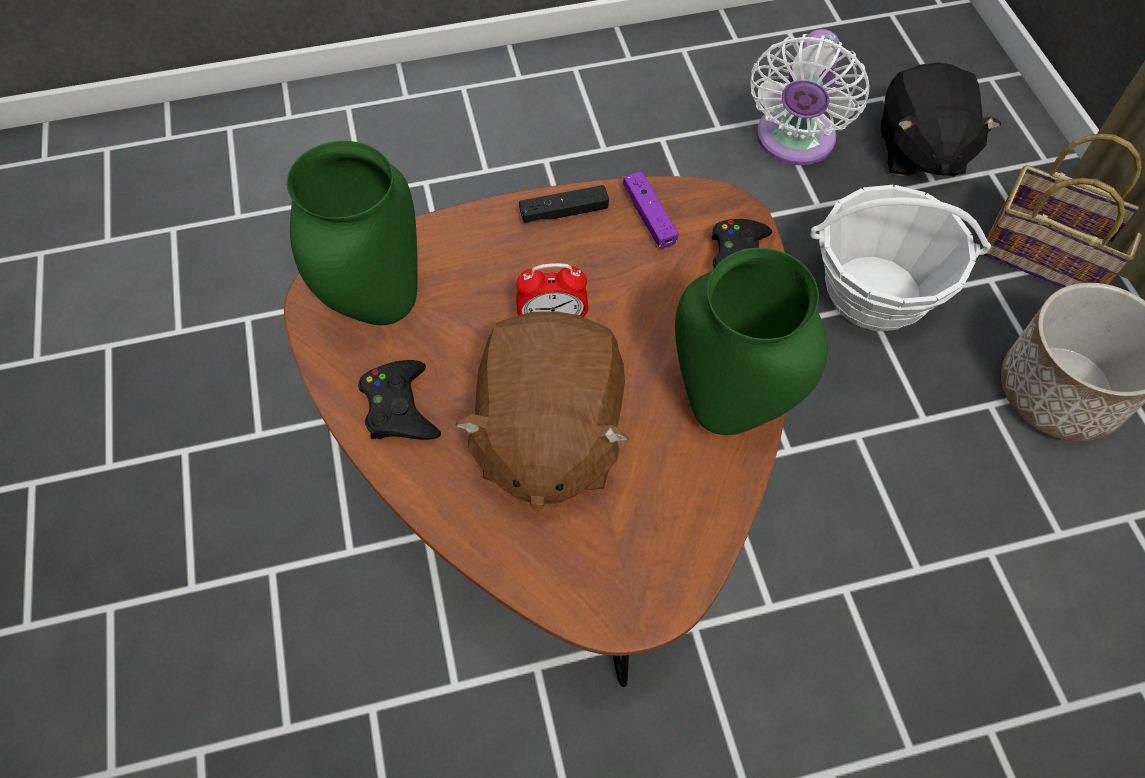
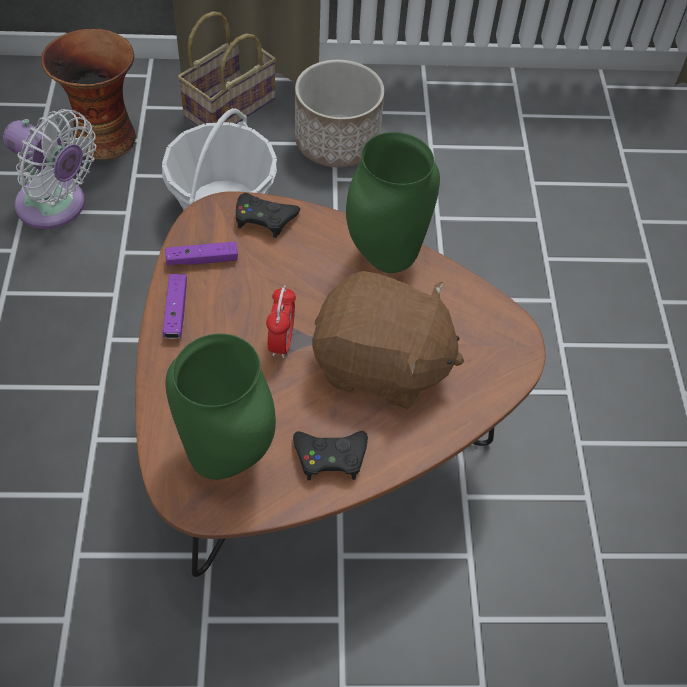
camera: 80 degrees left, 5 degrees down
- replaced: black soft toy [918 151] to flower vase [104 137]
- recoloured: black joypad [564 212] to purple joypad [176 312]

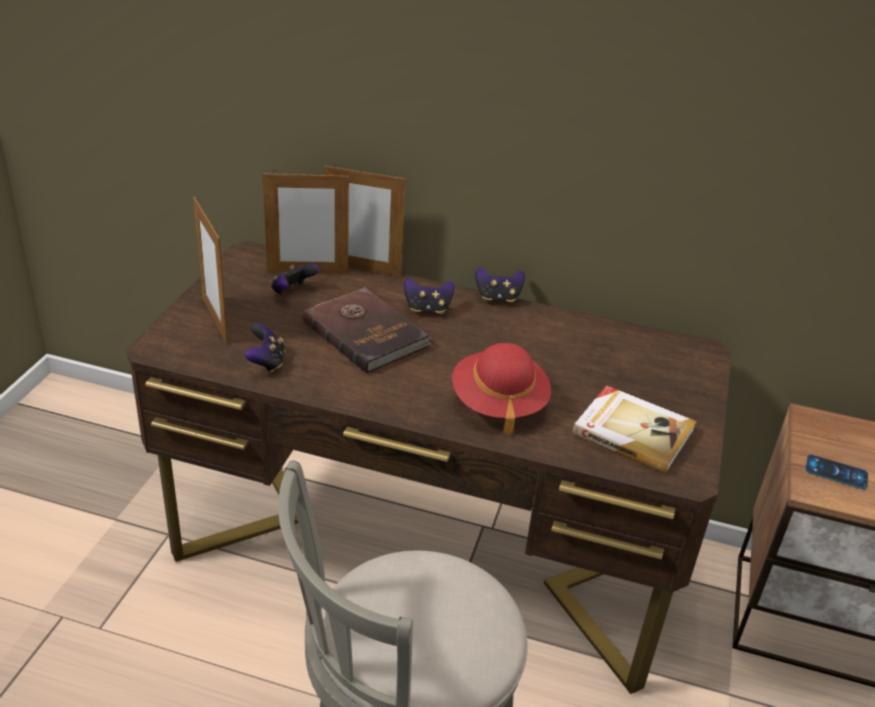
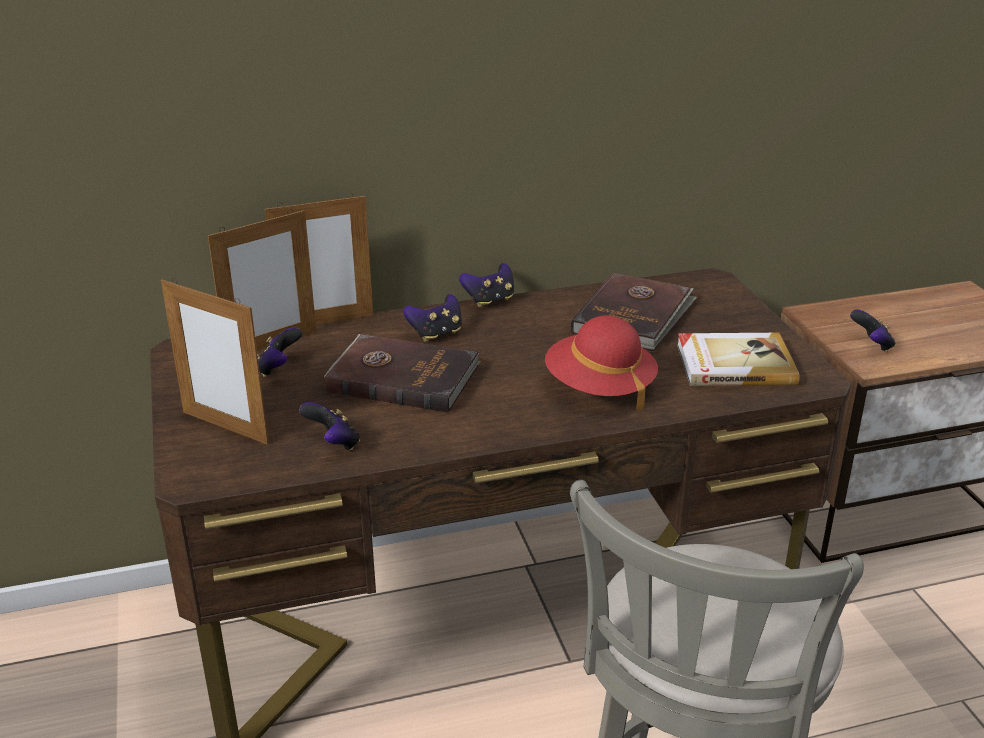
camera: 30 degrees left, 5 degrees down
- added: brown-coloured volume [634 316]
- replaced: handset [836 472] to joypad [871 345]

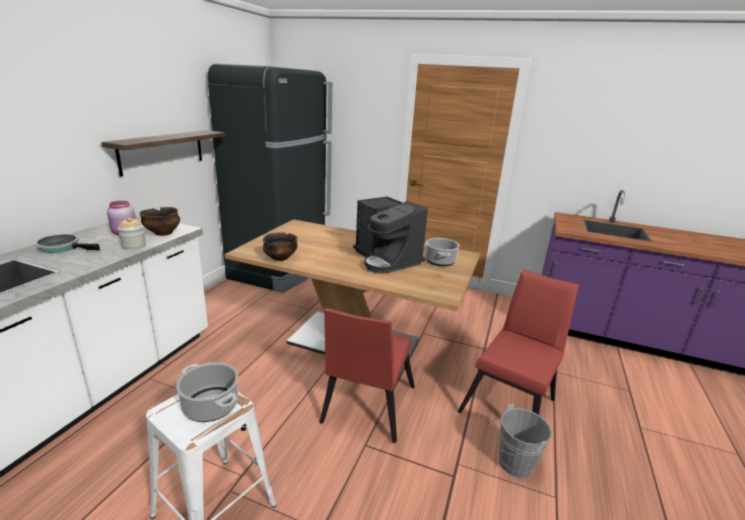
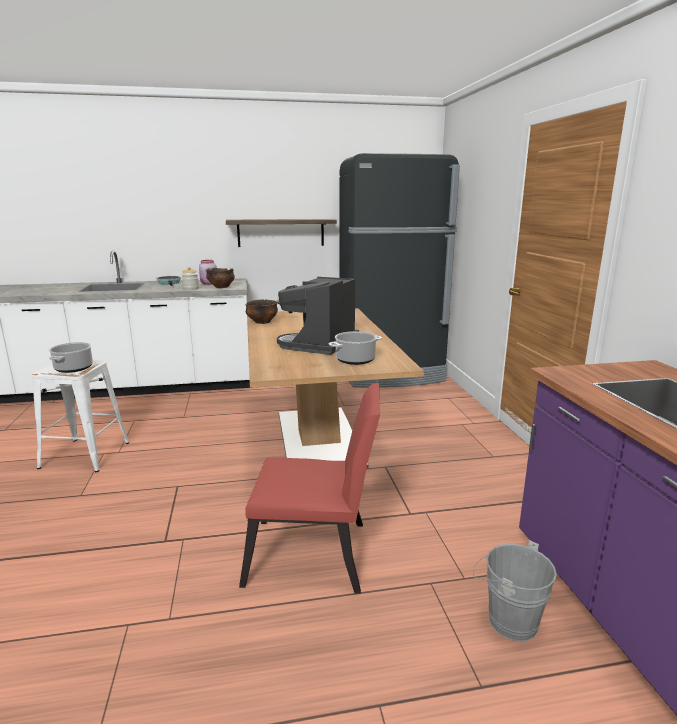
camera: 60 degrees right, 5 degrees down
- moved: gray bucket [512 464] to [507 619]
- removed: red chair [366 408]

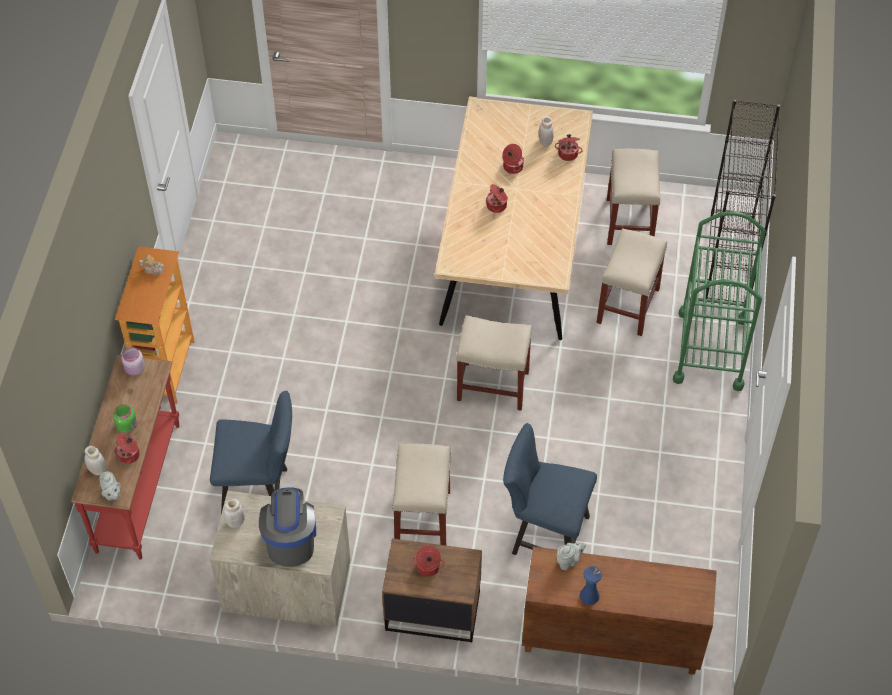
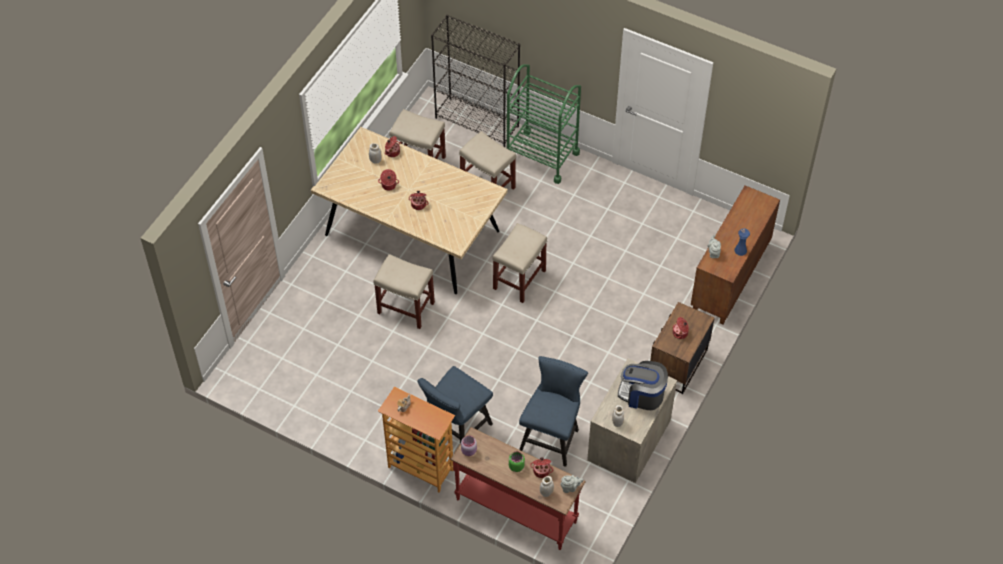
camera: 70 degrees left, 0 degrees up
- moved: beige stool seat [422 517] to [405 308]
- moved: blue-coloured chair [544 534] to [456 429]

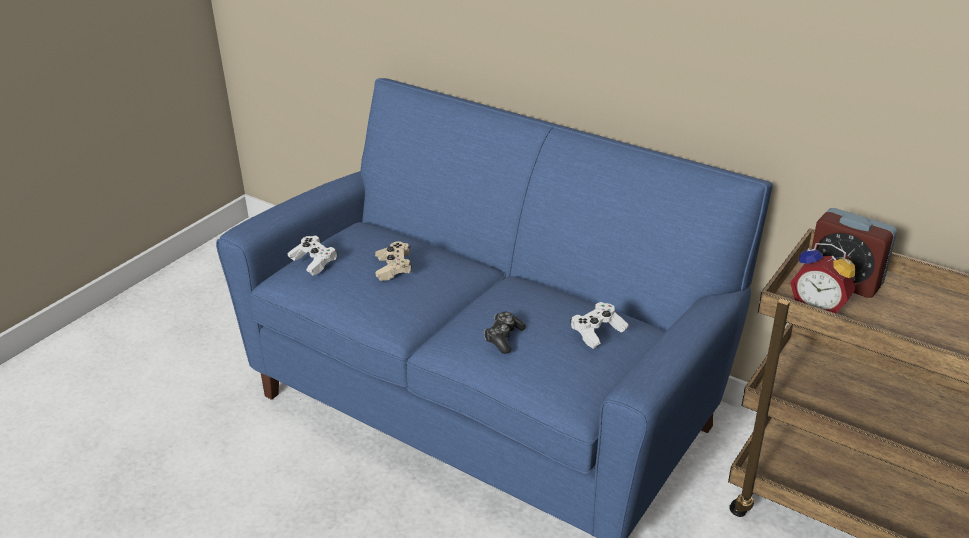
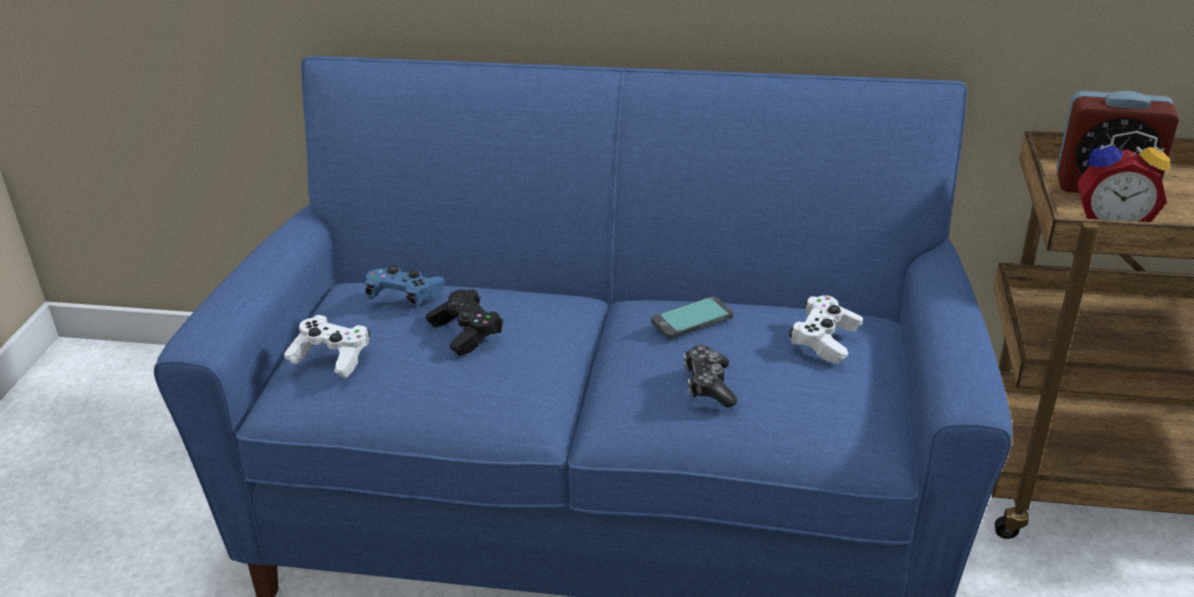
camera: 25 degrees left, 0 degrees up
- added: blue-coloured joypad [405 297]
- recoloured: beige joypad [393 268] to black joypad [465 333]
- added: handset [692 319]

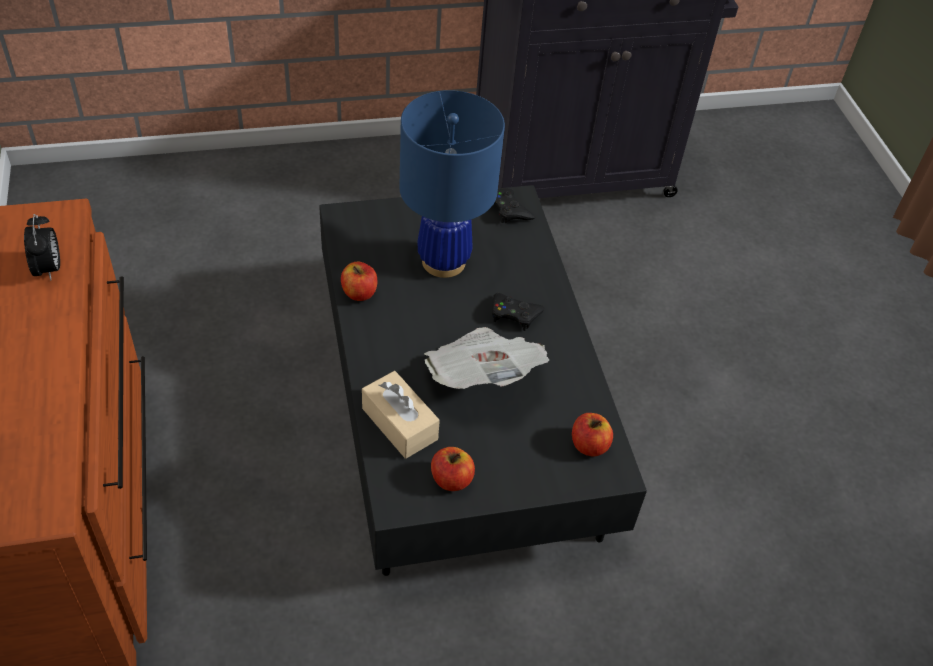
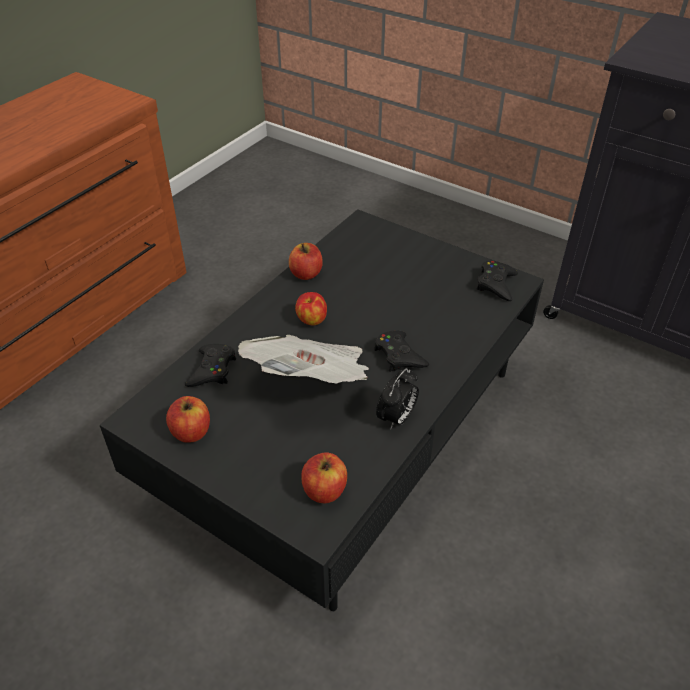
camera: 50 degrees right, 5 degrees down
- replaced: beige tissue holder [399 424] to black joypad [212 370]
- added: apple [311 320]
- moved: table clock [49 269] to [396 418]
- removed: blue-coloured table lamp [444 262]

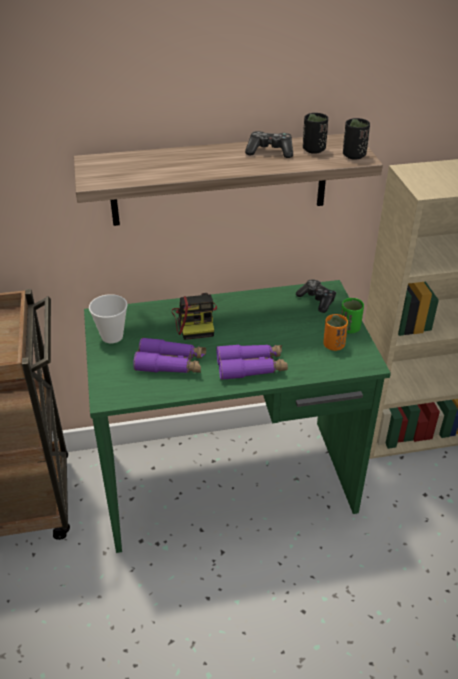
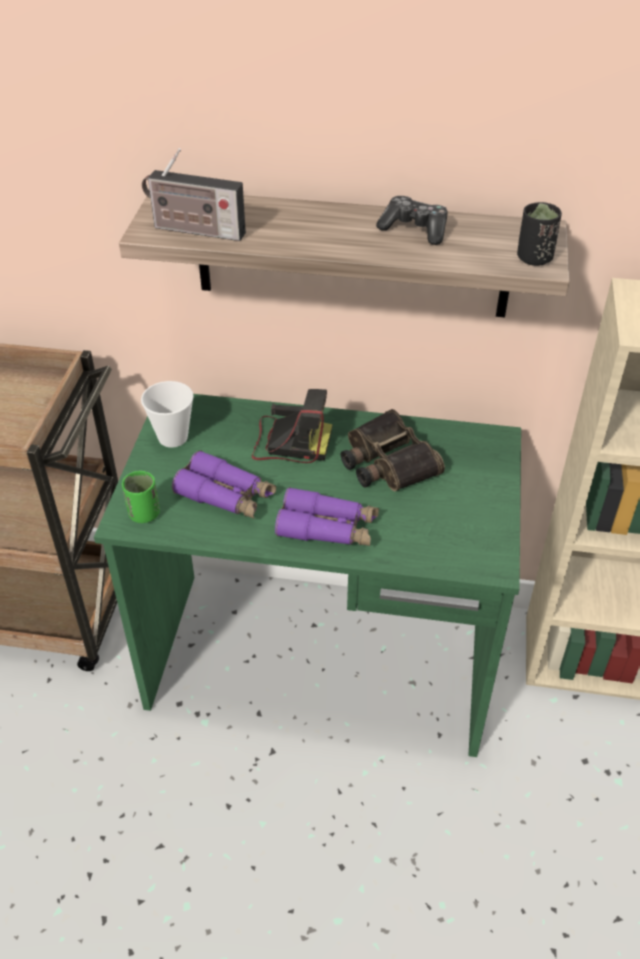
camera: 20 degrees right, 5 degrees up
- moved: greenish small cup [349 328] to [144 514]
- added: radio set [194 230]
- turned: still camera [196 321] = [289 442] 90 degrees counterclockwise
- added: pair of binoculars [386 462]
- removed: joypad [317 300]
- removed: black small cup [313 149]
- removed: orangey small cup [333 345]

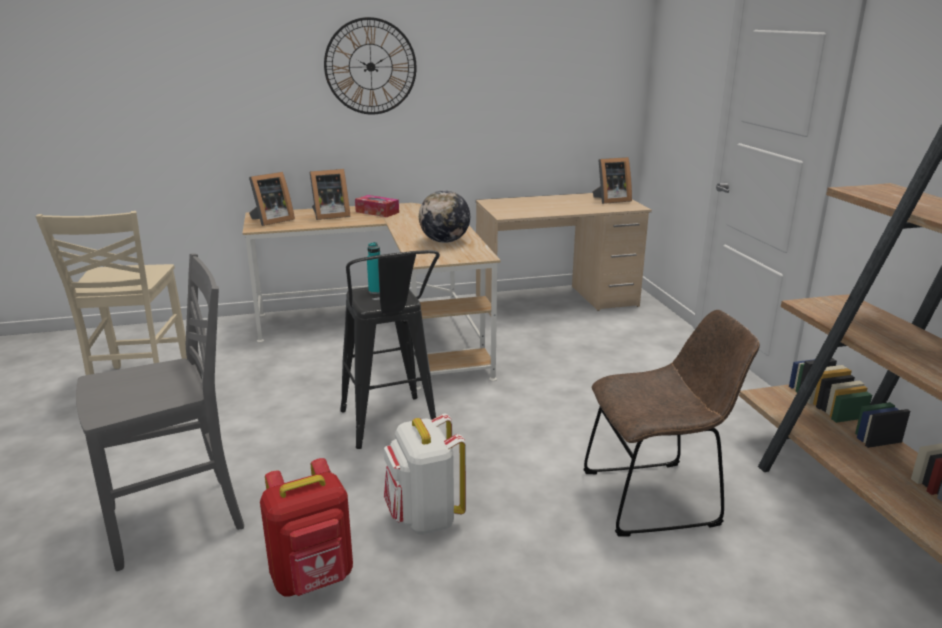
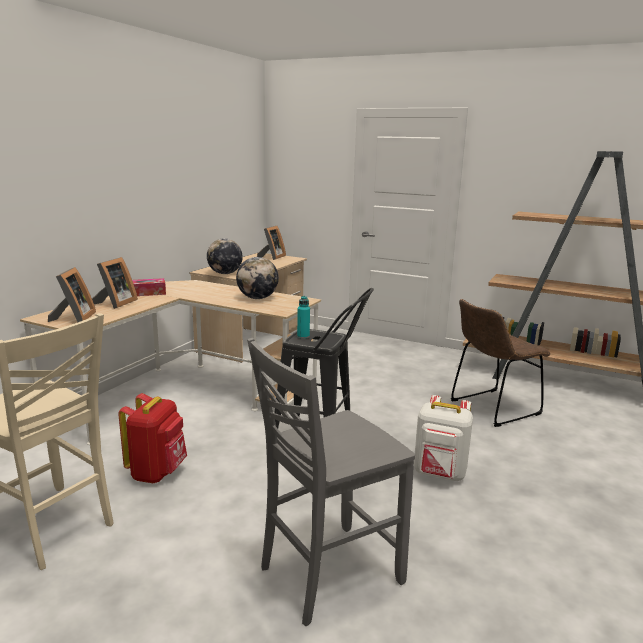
camera: 50 degrees left, 5 degrees down
- moved: red knapsack [313 579] to [157 472]
- added: world globe [225 273]
- turned: gray chair [178 520] = [327 573] 135 degrees counterclockwise
- turned: brown-coloured chair [657 497] = [491 408] 150 degrees counterclockwise
- removed: wall clock [370 67]

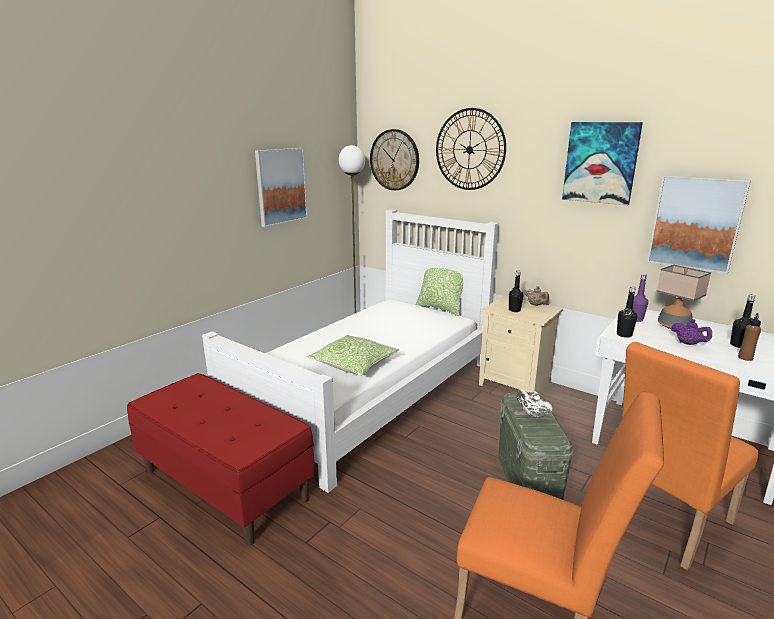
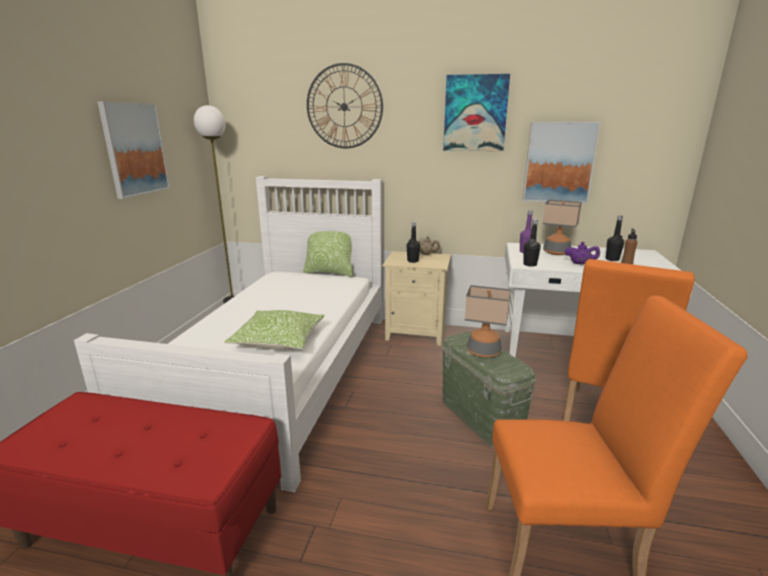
camera: 25 degrees left, 0 degrees up
- replaced: whitish tea pot [532 415] to table lamp [483 351]
- removed: wall clock [394 160]

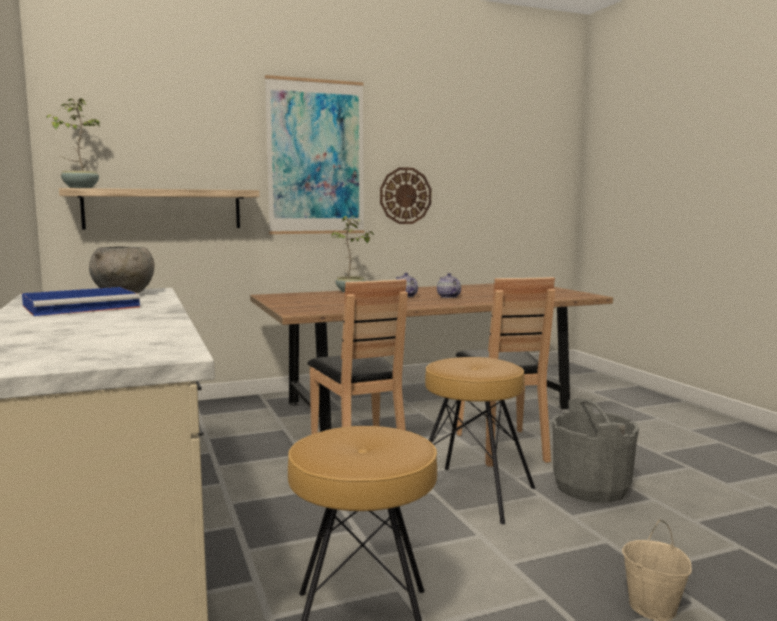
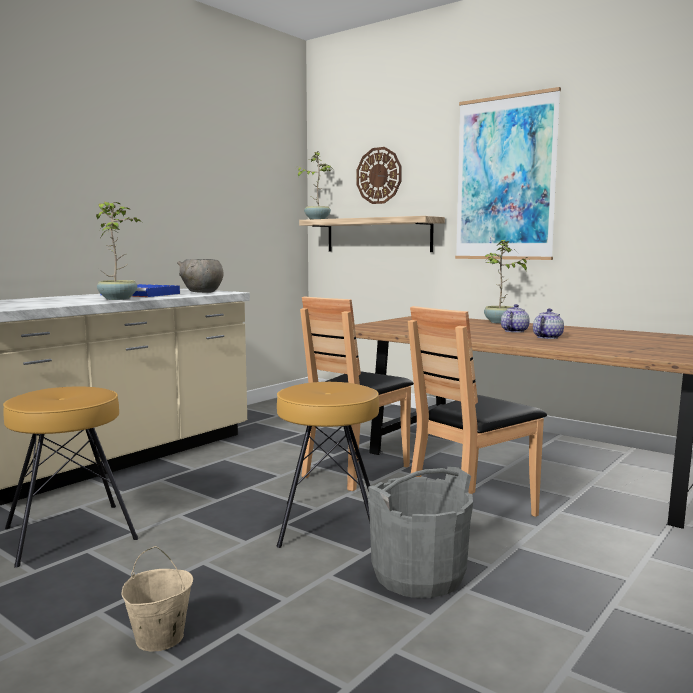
camera: 60 degrees right, 0 degrees up
- added: plant in a pot [118 299]
- moved: wall clock [405 196] to [379 175]

